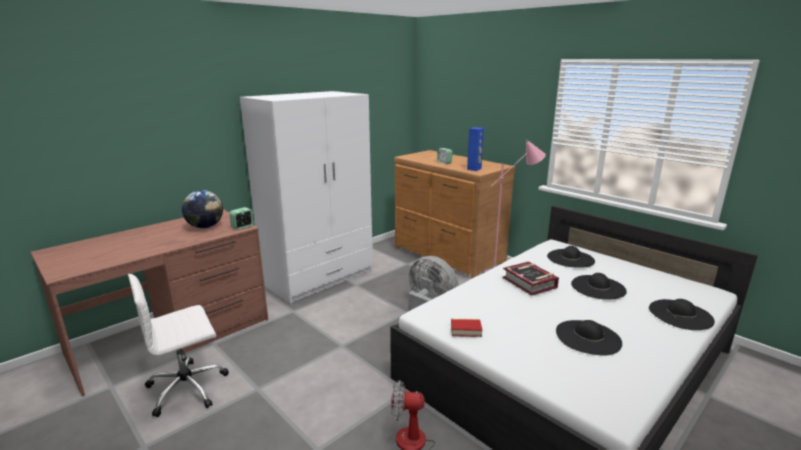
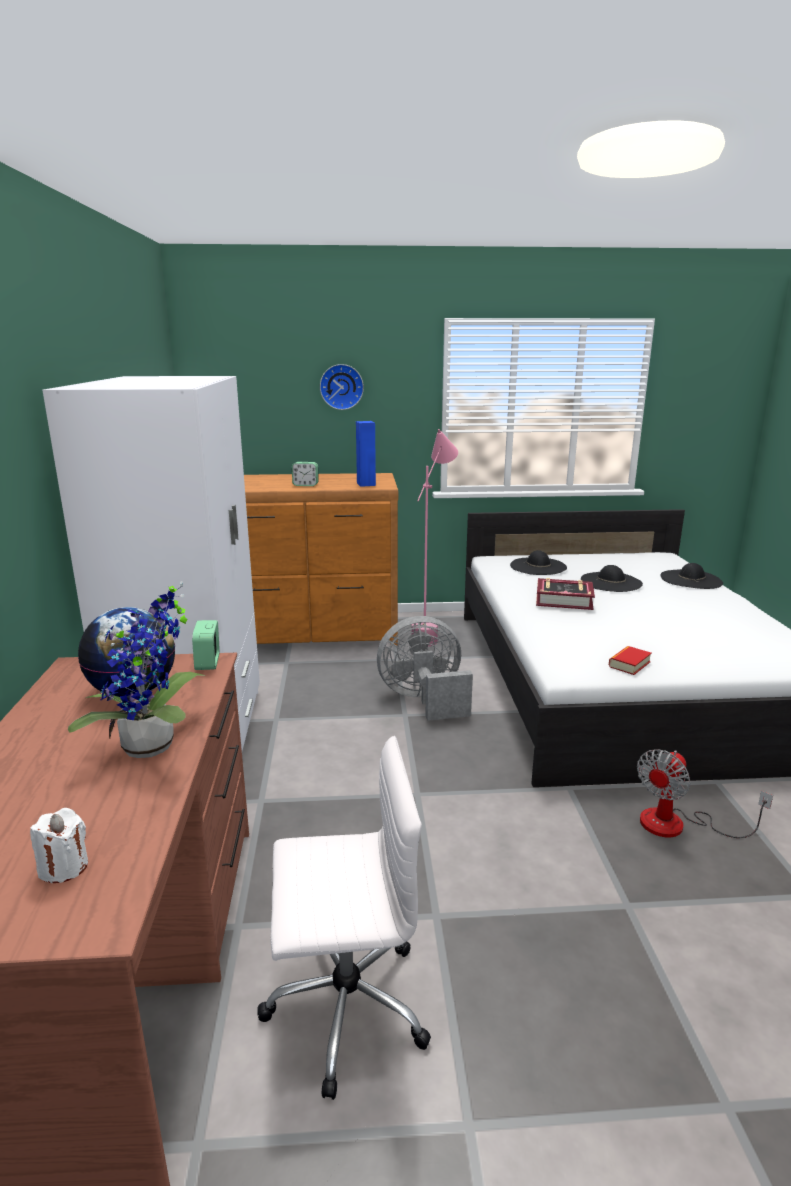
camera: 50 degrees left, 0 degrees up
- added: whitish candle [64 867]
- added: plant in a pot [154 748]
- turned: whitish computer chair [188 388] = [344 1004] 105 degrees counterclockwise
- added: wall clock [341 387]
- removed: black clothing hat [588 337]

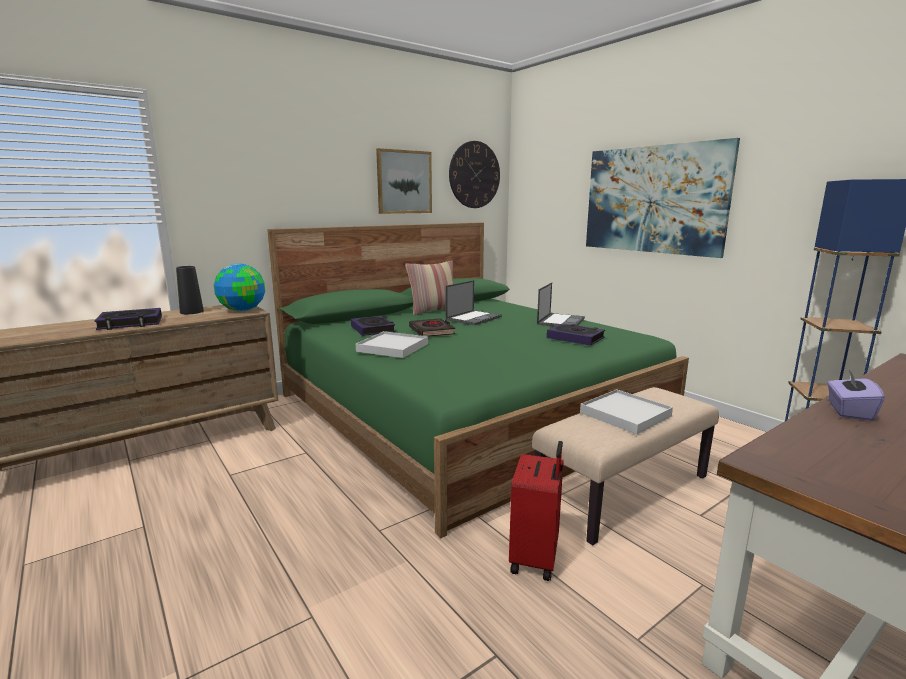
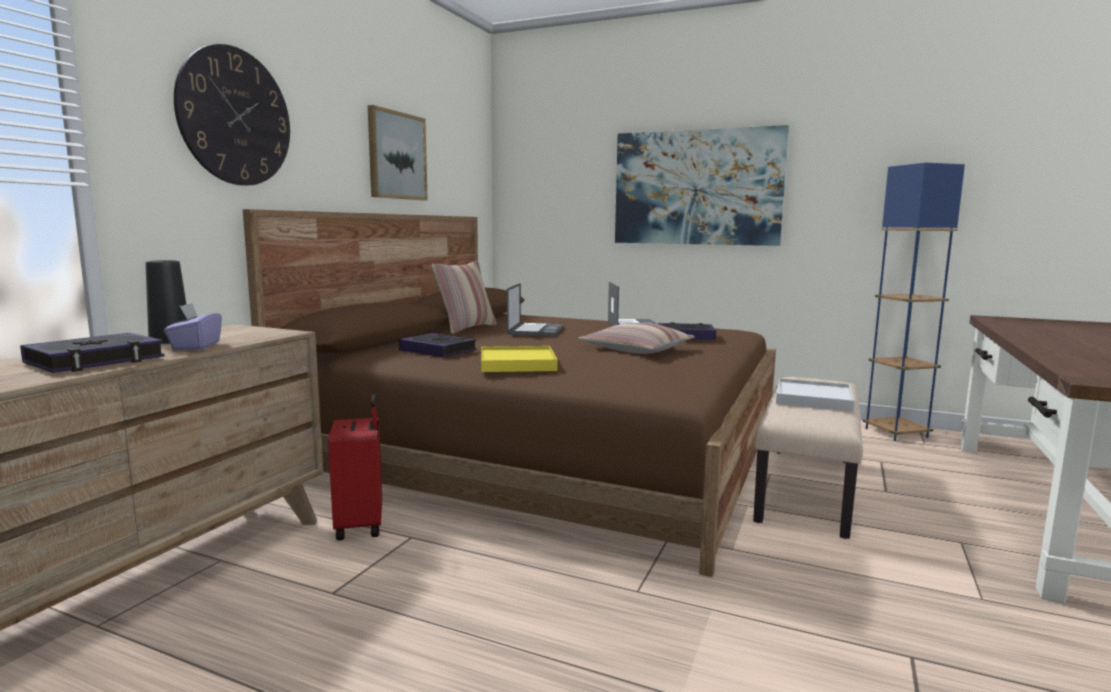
camera: 30 degrees left, 5 degrees down
- moved: purple tissue holder [848 411] to [195 346]
- moved: wall clock [474 175] to [235 117]
- recoloured: greenish bed [466 409] to brown-coloured bed [548 447]
- moved: red piece of luggage [536 558] to [361 525]
- recoloured: whitish serving tray [392 347] to yellow serving tray [517 363]
- added: cushion [636 350]
- removed: world globe [243 310]
- removed: black volume [432 331]

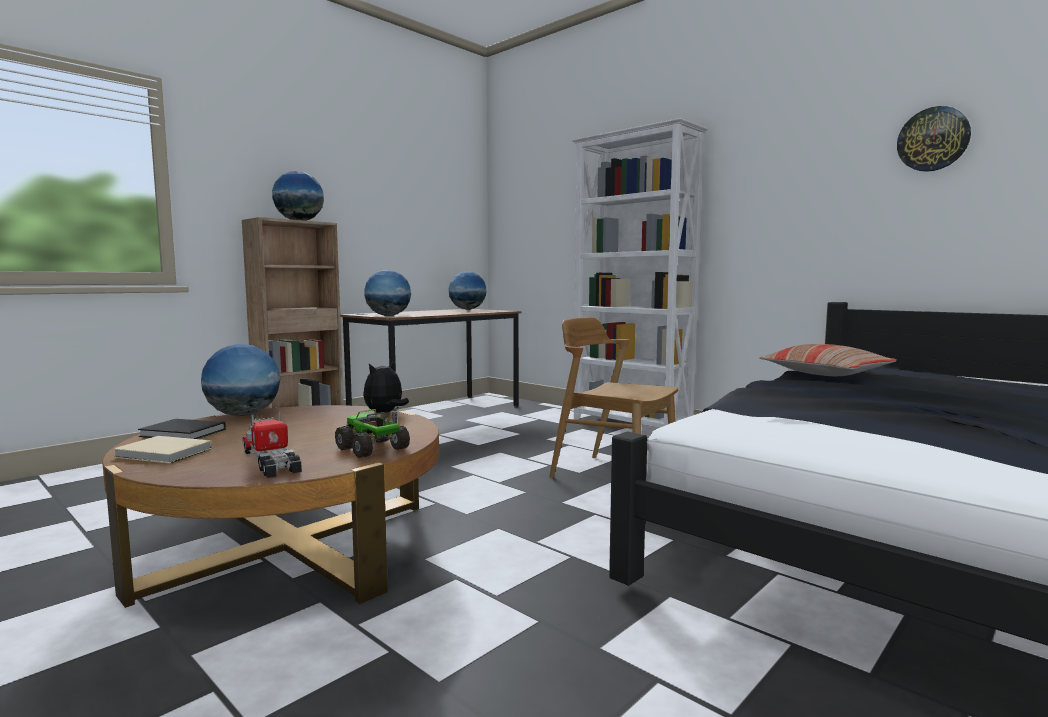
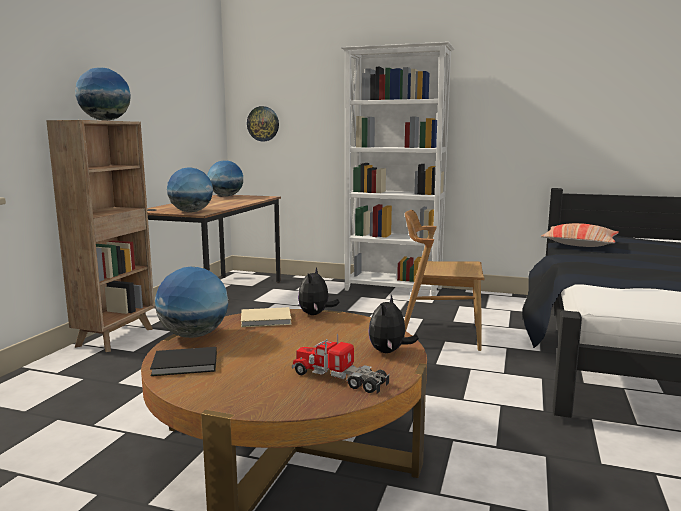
camera: 25 degrees left, 5 degrees up
- moved: beige volume [164 453] to [267 320]
- moved: wall clock [933 139] to [263 123]
- replaced: model truck [372 449] to soft toy [389 352]

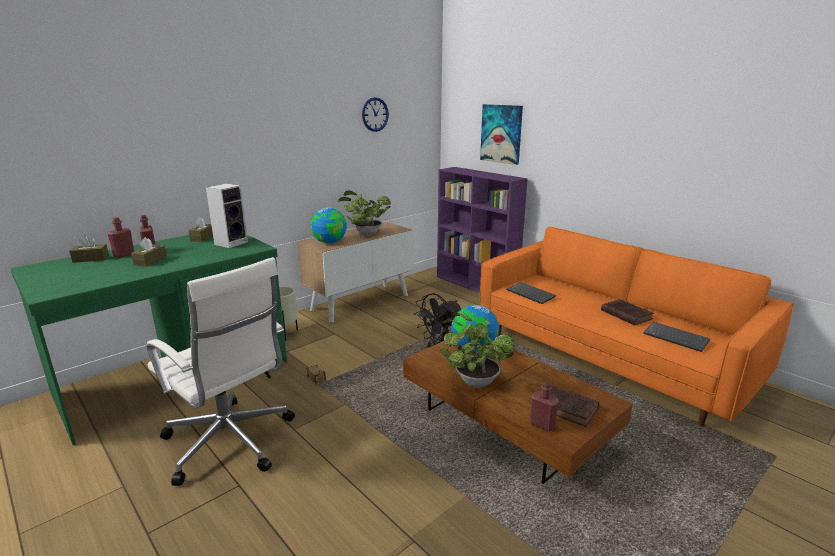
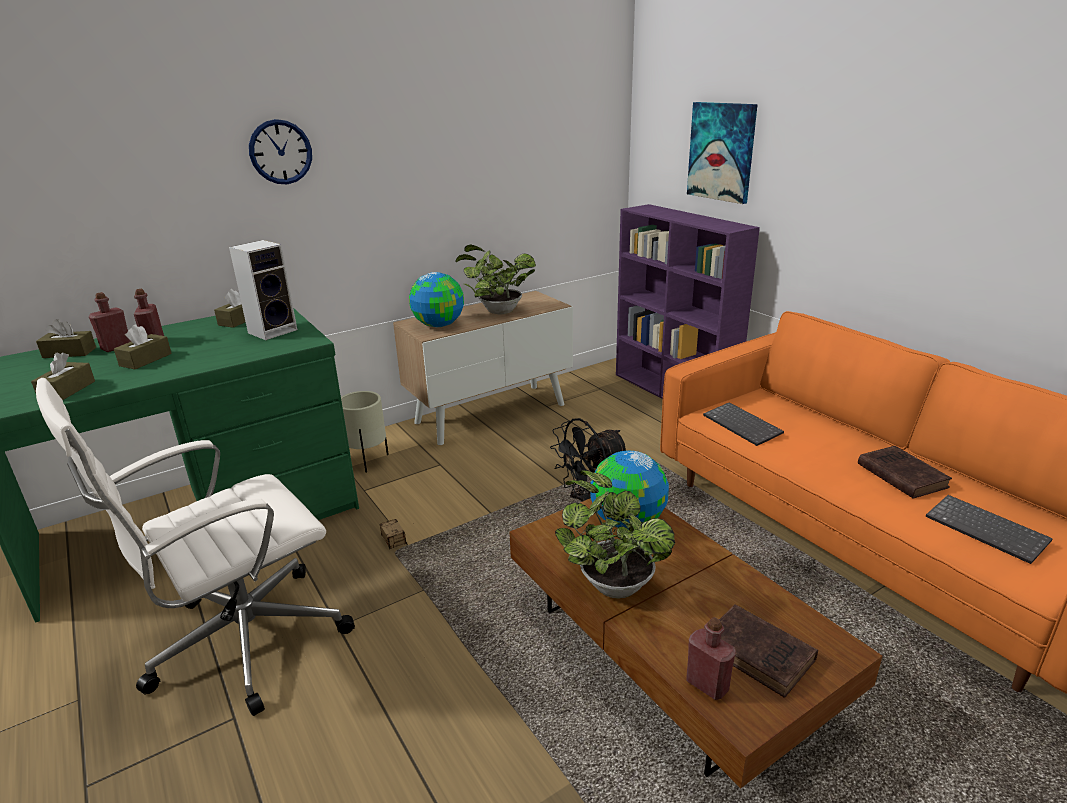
camera: 10 degrees right, 5 degrees up
- added: brown-coloured tissue holder [67 390]
- turned: whitish computer chair [230 443] = [242 642] 90 degrees clockwise
- moved: wall clock [375 114] to [280 152]

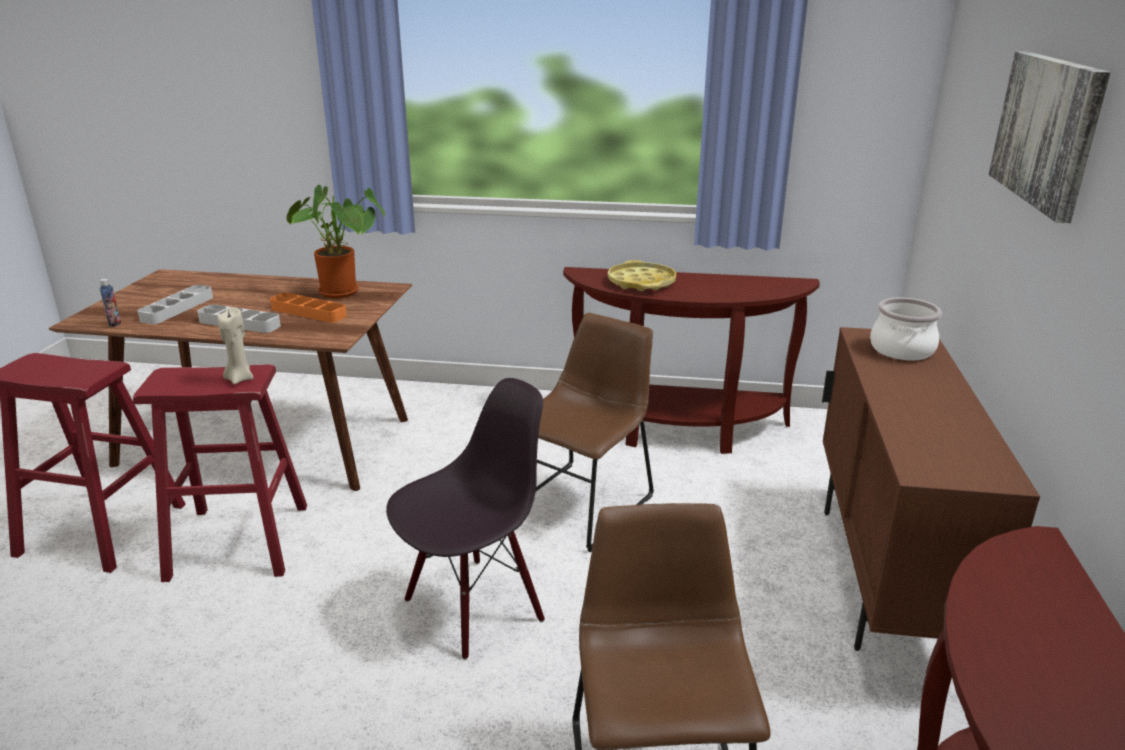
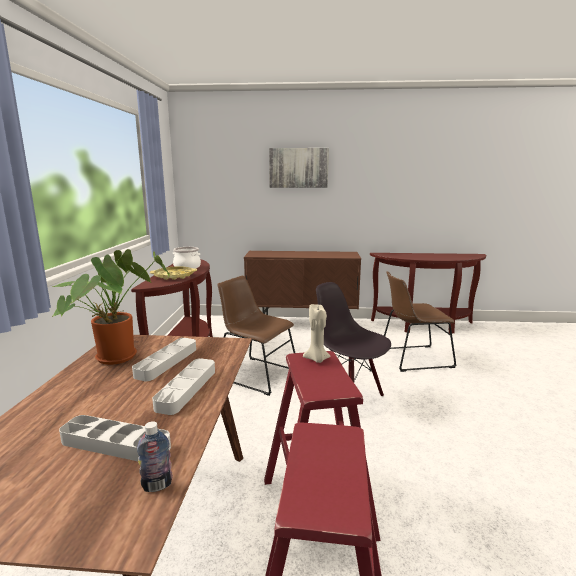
camera: 95 degrees left, 10 degrees down
- recoloured: orangey serving tray [308 312] to gray serving tray [167 362]
- moved: stockpot [902 350] to [187 267]

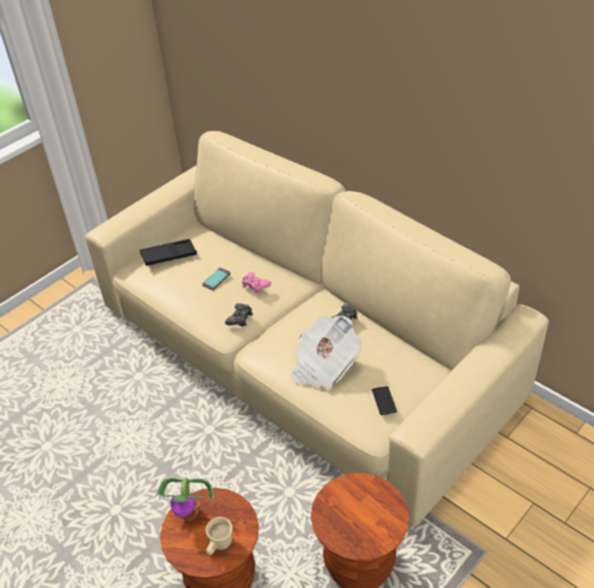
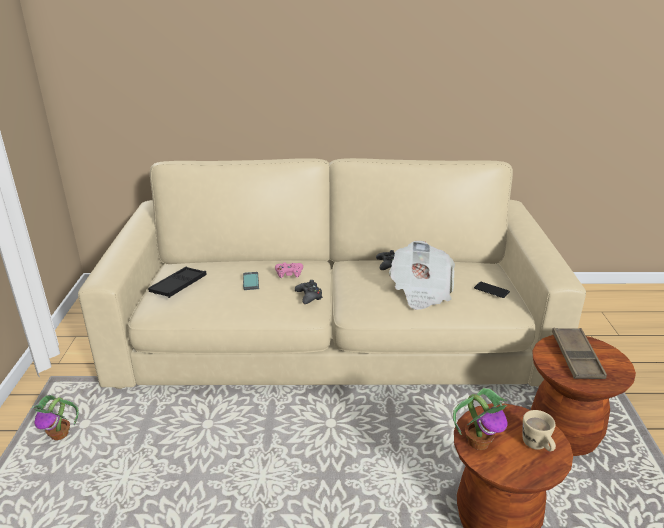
camera: 45 degrees left, 15 degrees down
- added: plant in a pot [60 435]
- added: brown-coloured serving tray [576 357]

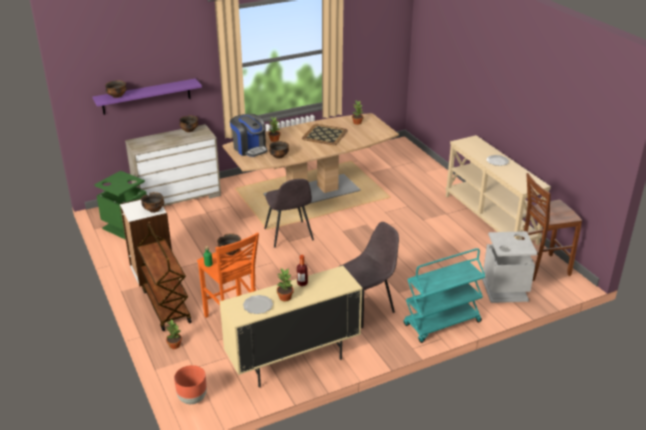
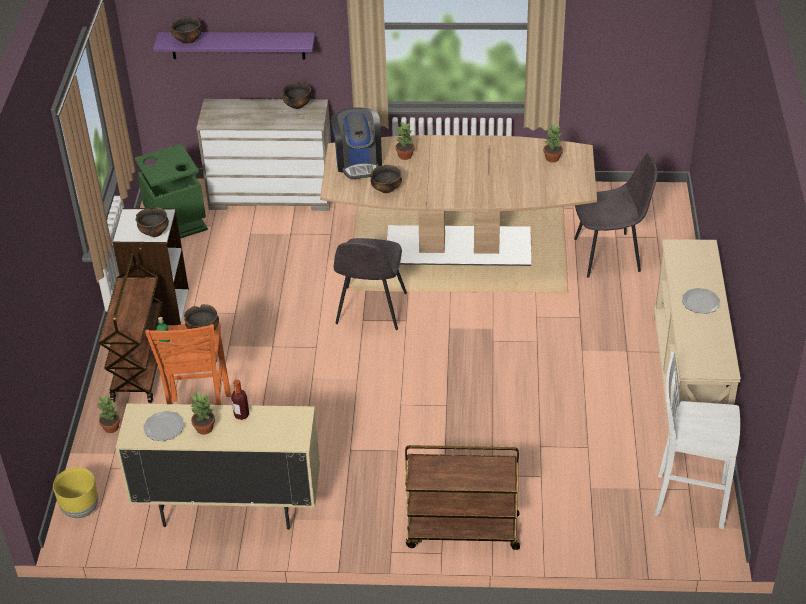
camera: 30 degrees right, 10 degrees up
- recoloured: brown-coloured planter [192 398] to yellow planter [80 509]
- recoloured: turquoise wheeled cart [442 324] to brown-coloured wheeled cart [461 531]
- moved: gray chair [365 307] to [609 255]
- recoloured: brown-coloured stool seat [541 268] to whitish stool seat [688 499]
- removed: serving tray [325 135]
- removed: gray waste bin [504 290]

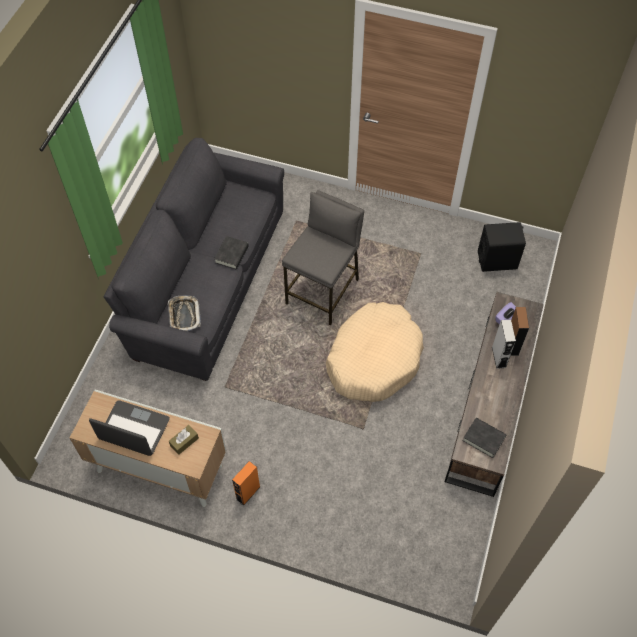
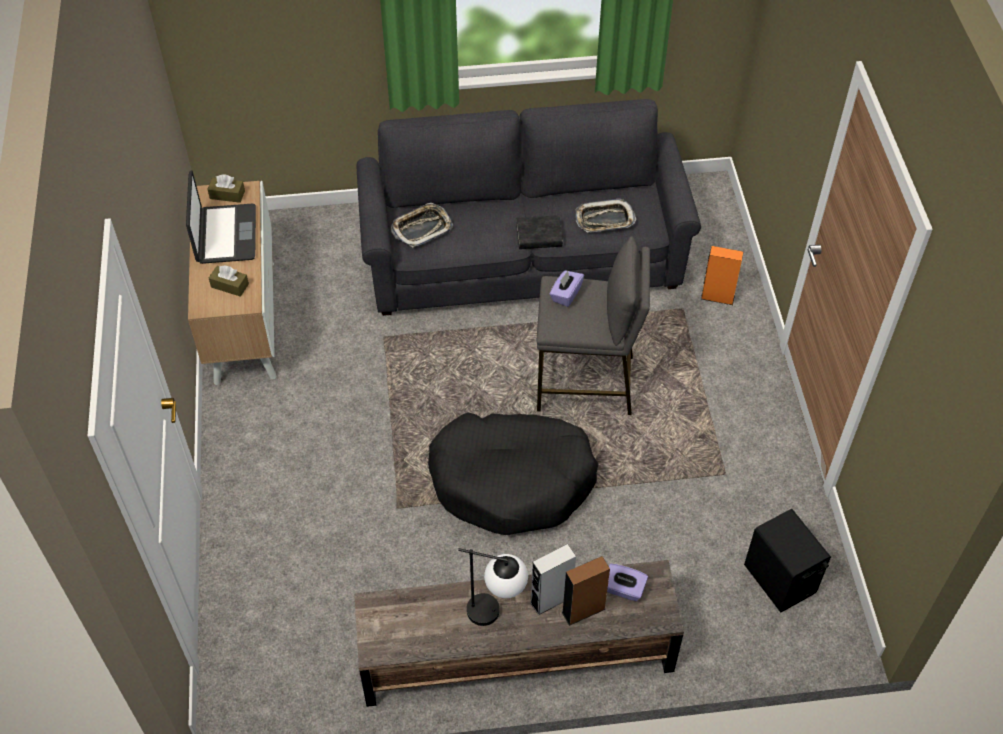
camera: 65 degrees right, 5 degrees down
- added: brown-coloured tissue holder [227 195]
- recoloured: beige dog bed [373 359] to black dog bed [512 481]
- added: table lamp [496 613]
- added: purple tissue holder [566 294]
- added: serving tray [604 220]
- moved: orangey loudspeaker [248 493] to [717 297]
- removed: black volume [483 439]

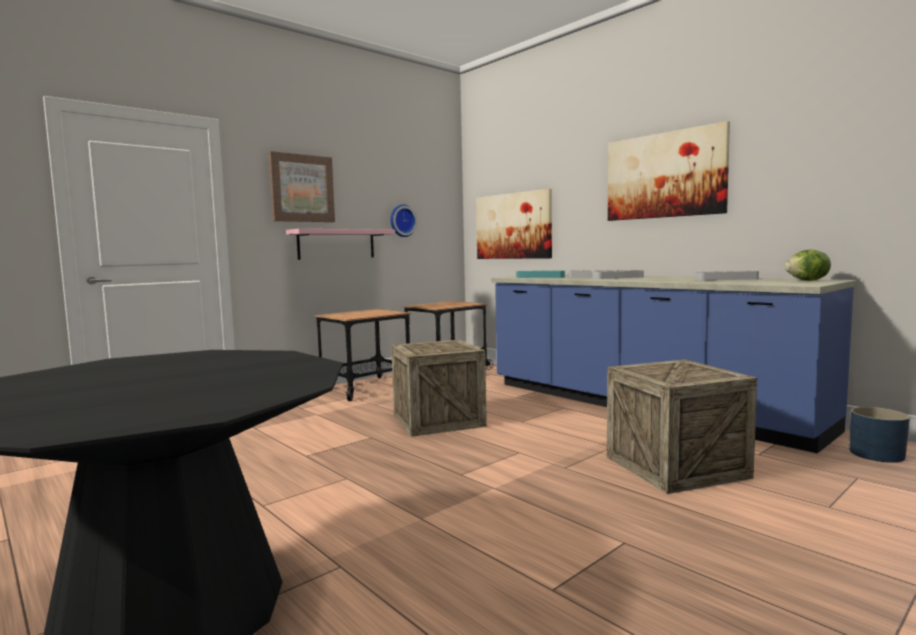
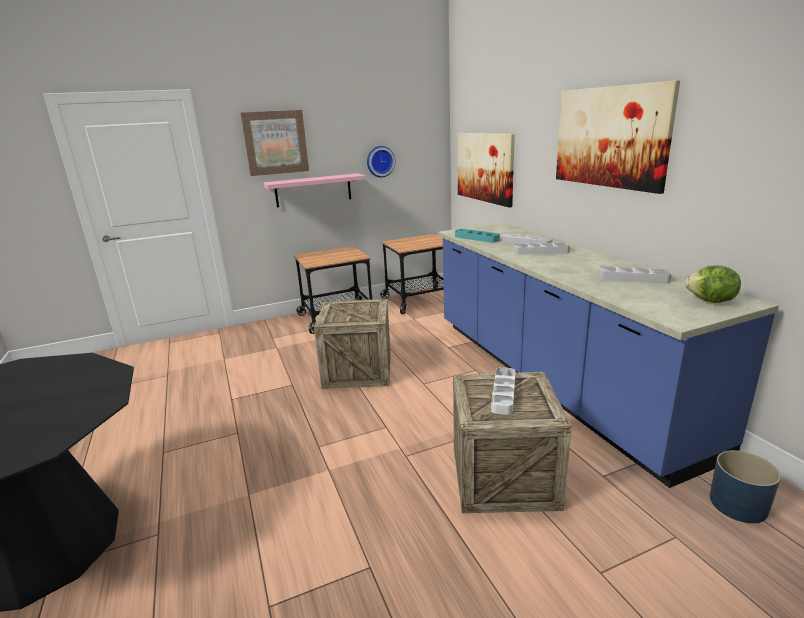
camera: 20 degrees right, 15 degrees up
- added: whitish serving tray [503 393]

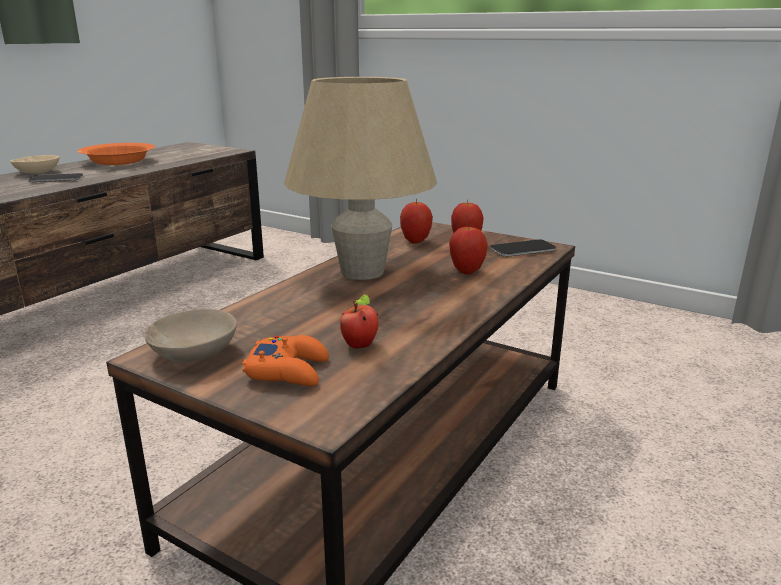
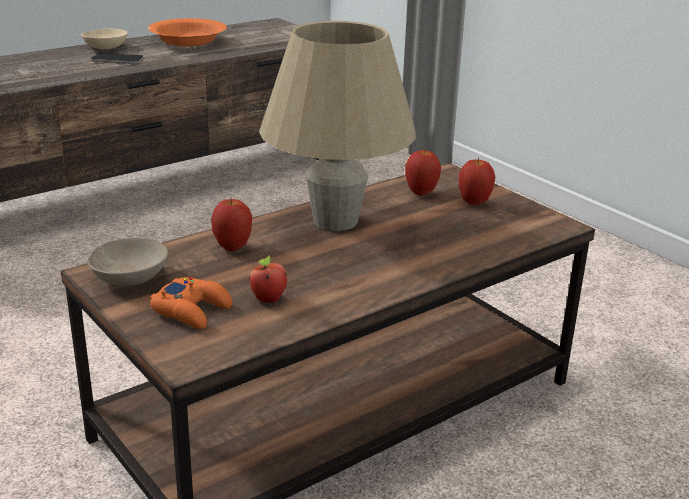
camera: 20 degrees right, 5 degrees up
- moved: apple [466 271] to [232 247]
- removed: handset [523 250]

